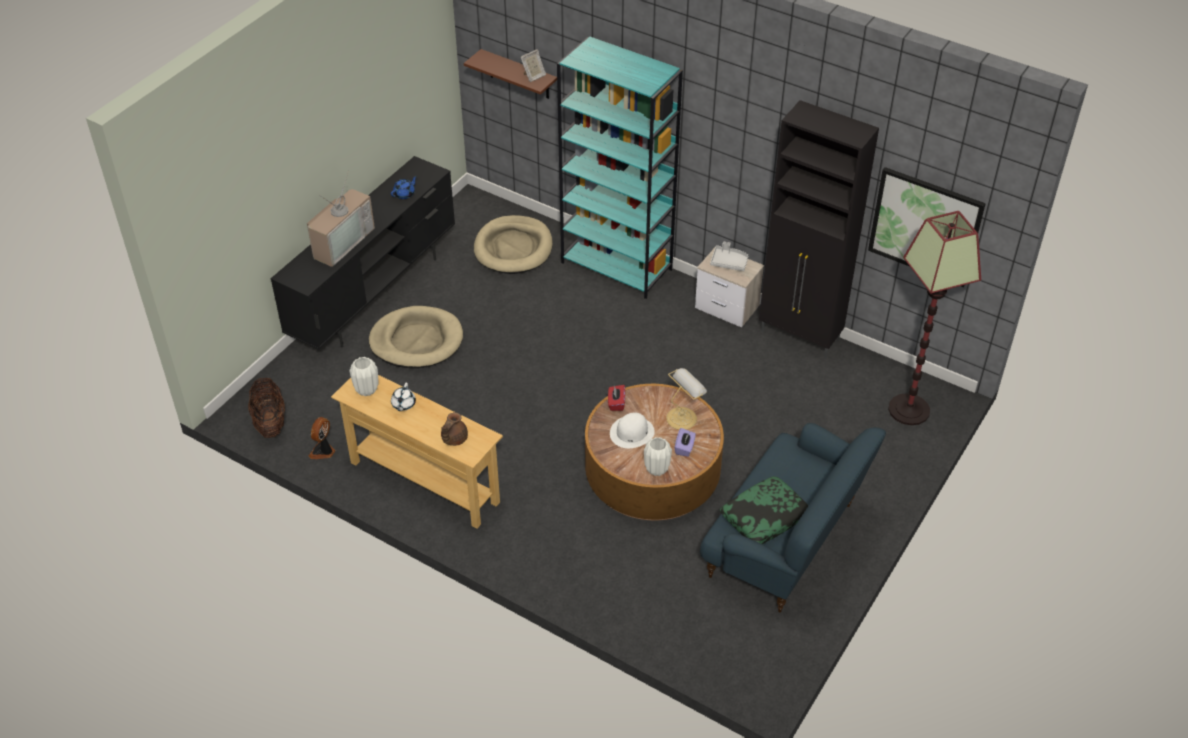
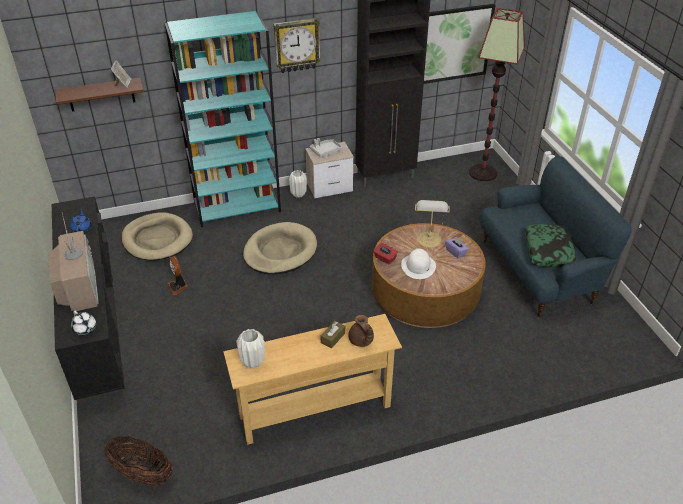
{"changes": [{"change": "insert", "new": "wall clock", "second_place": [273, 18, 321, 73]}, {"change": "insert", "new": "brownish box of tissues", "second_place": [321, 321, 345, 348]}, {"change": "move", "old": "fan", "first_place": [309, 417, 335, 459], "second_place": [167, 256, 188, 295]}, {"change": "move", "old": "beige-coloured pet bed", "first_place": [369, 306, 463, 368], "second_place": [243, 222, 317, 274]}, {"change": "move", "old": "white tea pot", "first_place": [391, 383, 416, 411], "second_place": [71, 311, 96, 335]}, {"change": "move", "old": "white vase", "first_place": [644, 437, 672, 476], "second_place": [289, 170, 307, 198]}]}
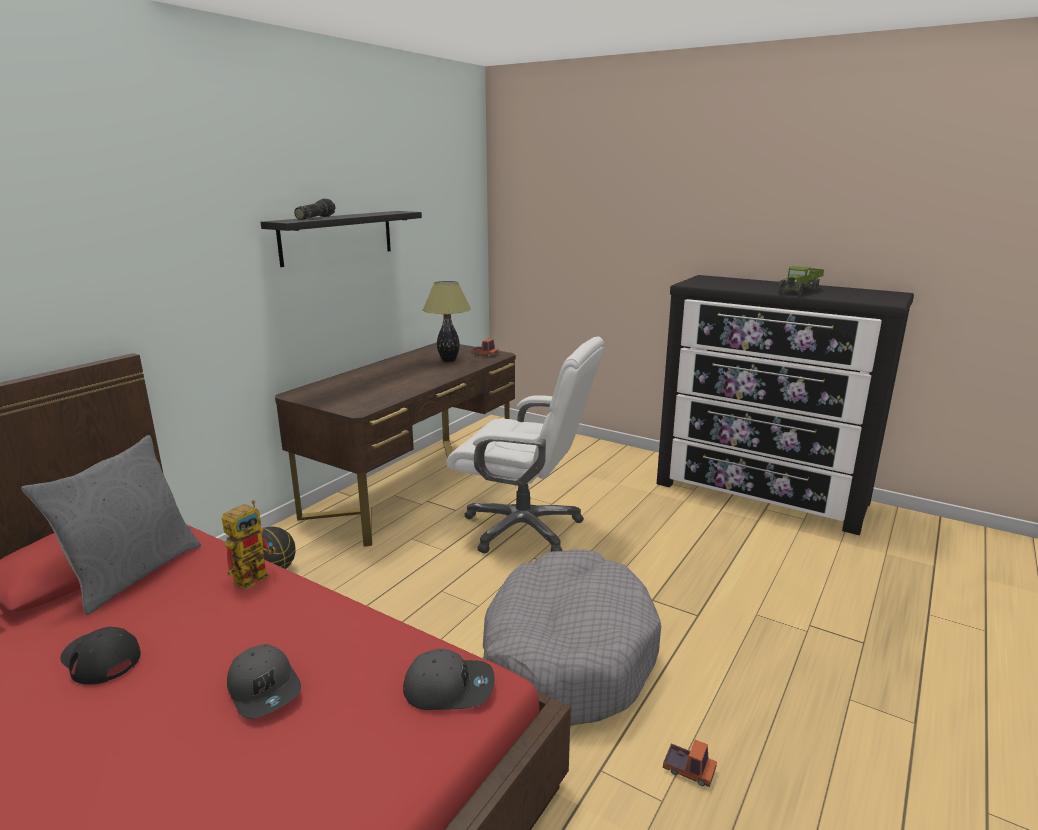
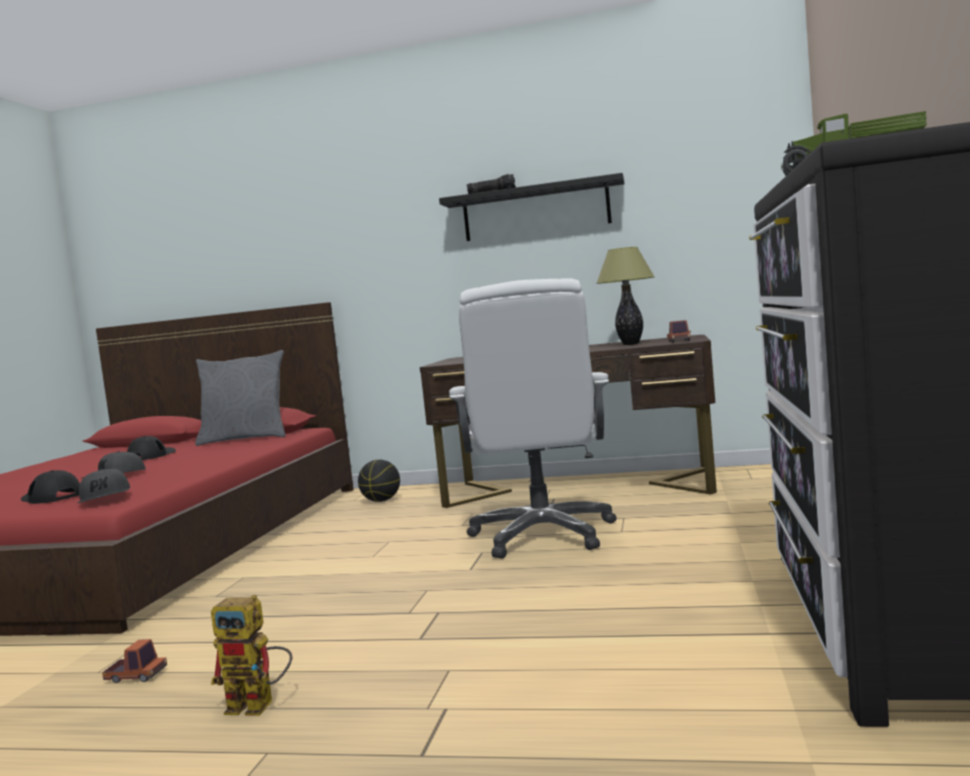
{"changes": [{"change": "delete", "old": "greyish pet bed", "first_place": [483, 549, 661, 726]}, {"change": "insert", "new": "blackish peaked cap", "second_place": [21, 470, 80, 504]}, {"change": "move", "old": "toy robot", "first_place": [222, 500, 276, 590], "second_place": [211, 595, 292, 716]}, {"change": "rotate", "old": "toy truck", "first_place": [663, 740, 717, 787], "second_place": [102, 639, 167, 683], "degrees": -90}]}
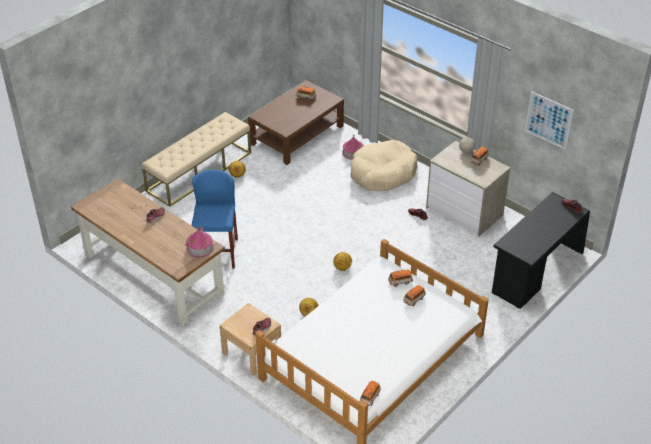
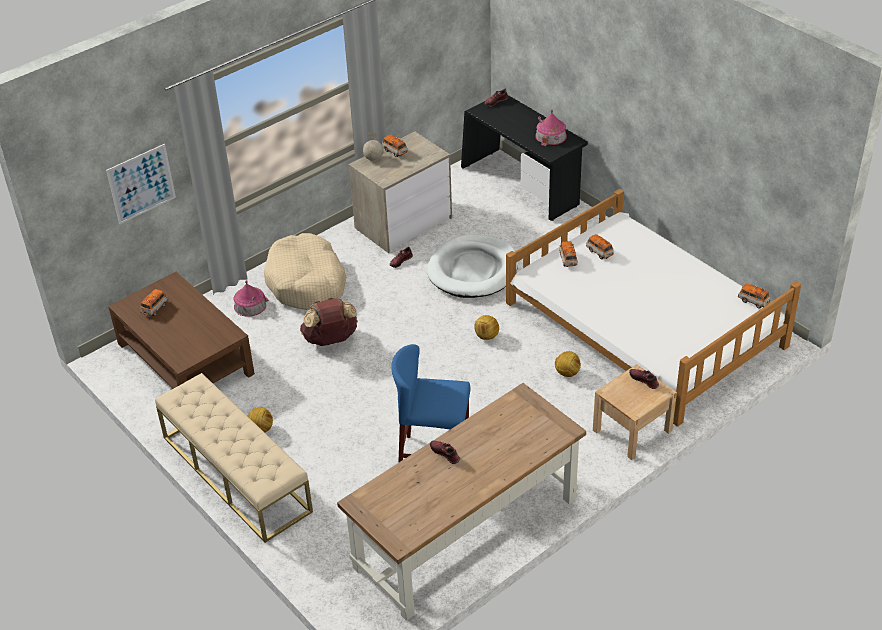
{"changes": [{"change": "insert", "new": "brownish backpack", "second_place": [300, 298, 358, 346]}, {"change": "insert", "new": "white pet bed", "second_place": [427, 234, 518, 298]}, {"change": "move", "old": "miniature house", "first_place": [185, 227, 214, 257], "second_place": [535, 110, 567, 146]}, {"change": "move", "old": "wall picture", "first_place": [525, 91, 574, 150], "second_place": [106, 144, 176, 224]}]}
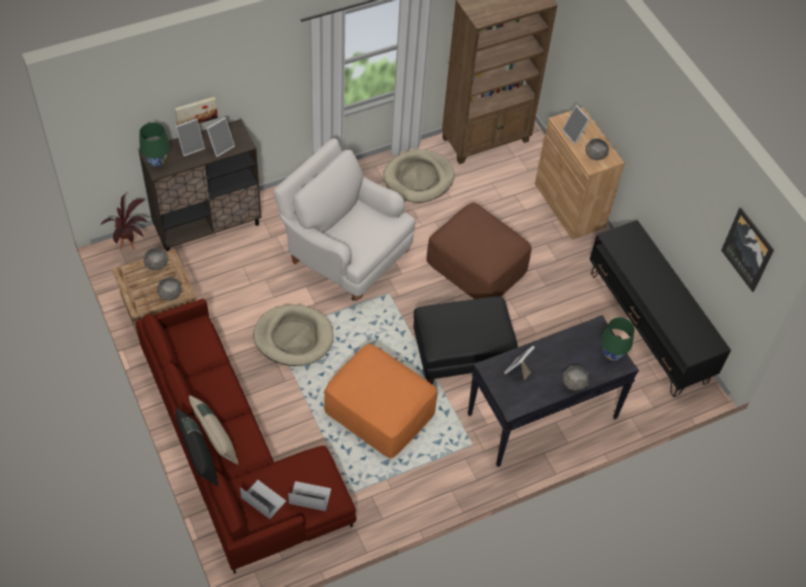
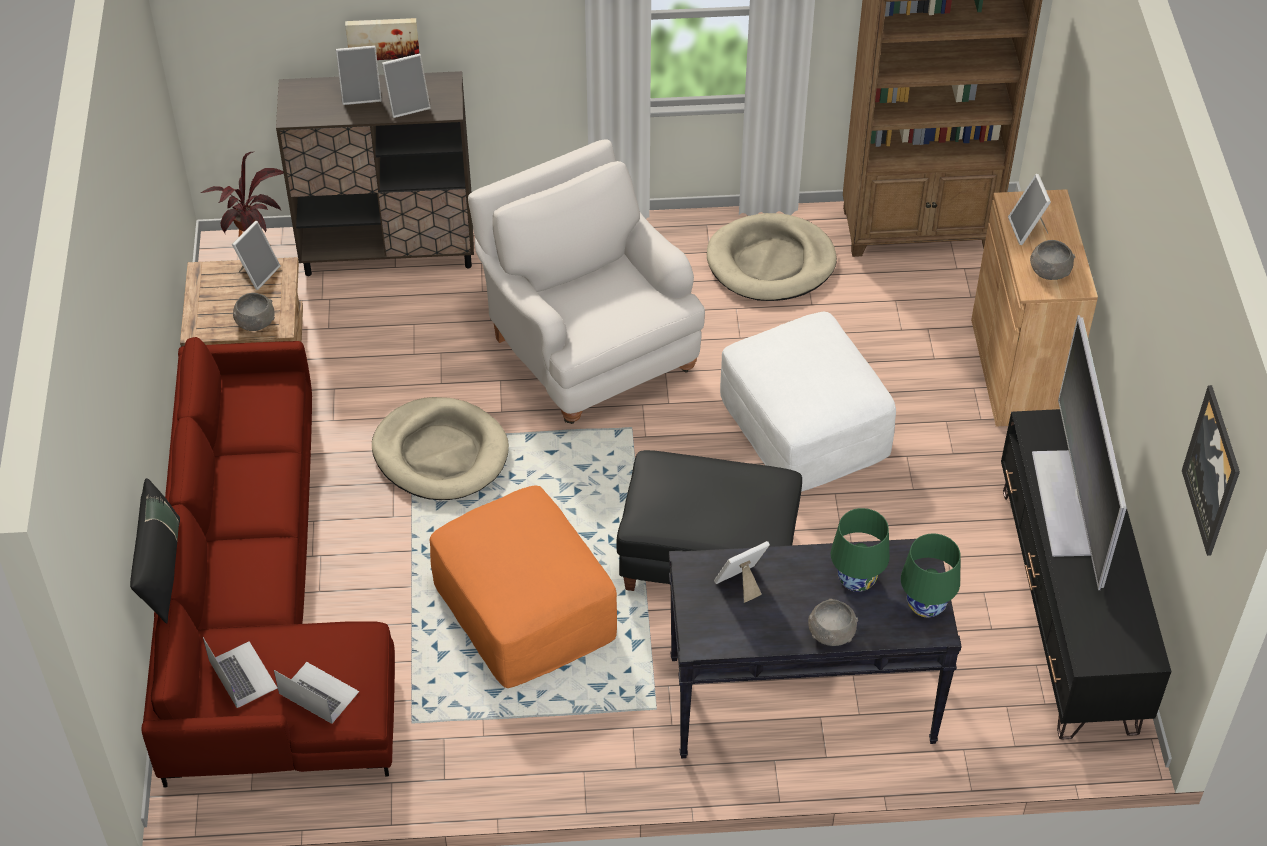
{"changes": [{"change": "delete", "old": "beige-coloured pillow", "first_place": [189, 395, 238, 465]}, {"change": "insert", "new": "TV set", "second_place": [1032, 315, 1126, 590]}, {"change": "move", "old": "green lamp for a table", "first_place": [139, 122, 170, 167], "second_place": [831, 508, 890, 592]}, {"change": "replace", "old": "greyish serving bowl", "new": "picture frame", "first_place": [143, 247, 168, 270], "second_place": [232, 221, 281, 290]}, {"change": "recolor", "old": "brownish pouffe", "new": "white pouffe", "first_place": [426, 203, 532, 299], "second_place": [720, 312, 896, 492]}]}
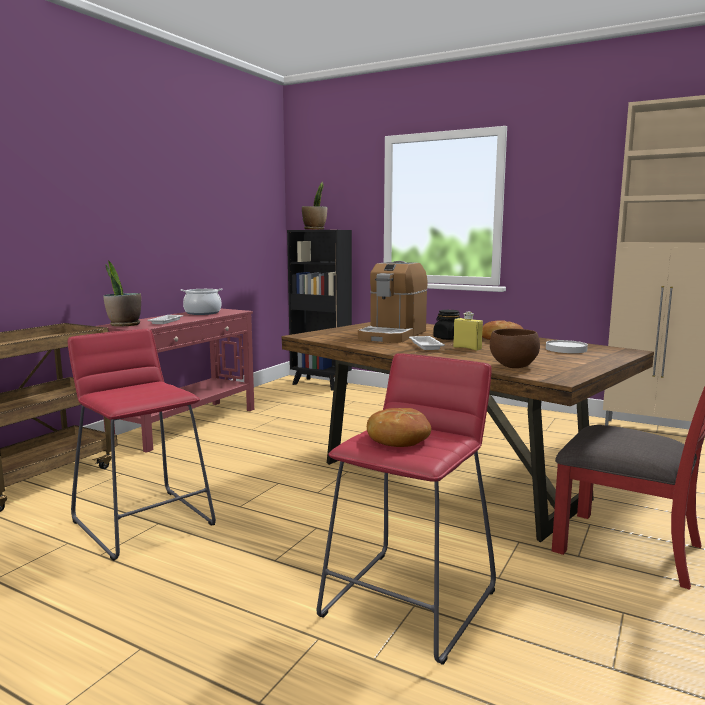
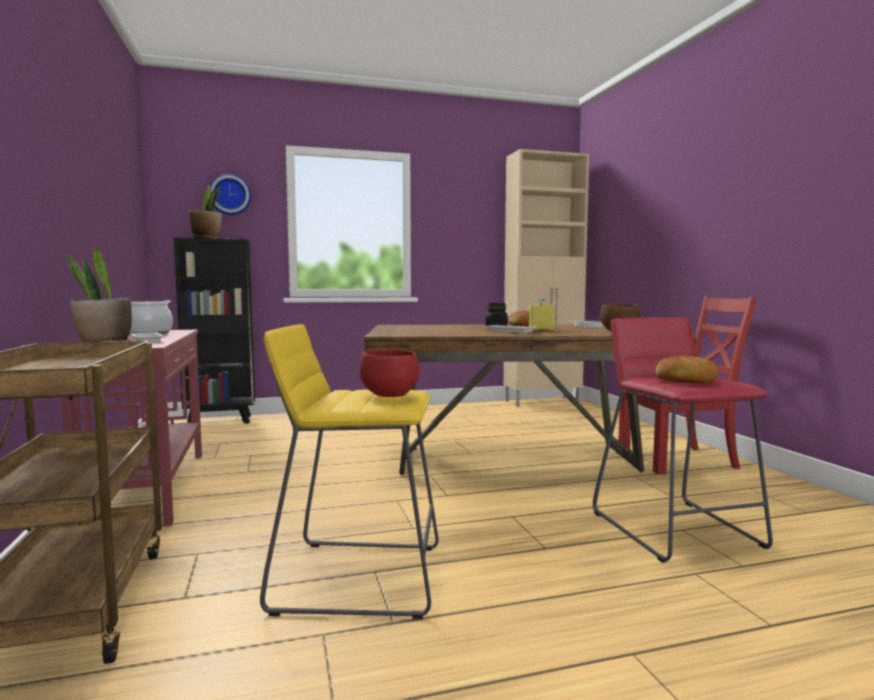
{"changes": [{"change": "delete", "old": "coffee maker", "first_place": [358, 261, 428, 343]}, {"change": "insert", "new": "wall clock", "second_place": [210, 174, 251, 215]}, {"change": "insert", "new": "reddish serving bowl", "second_place": [359, 349, 420, 397]}, {"change": "recolor", "old": "reddish stool", "new": "yellow-coloured stool", "first_place": [68, 329, 216, 561], "second_place": [260, 324, 439, 619]}]}
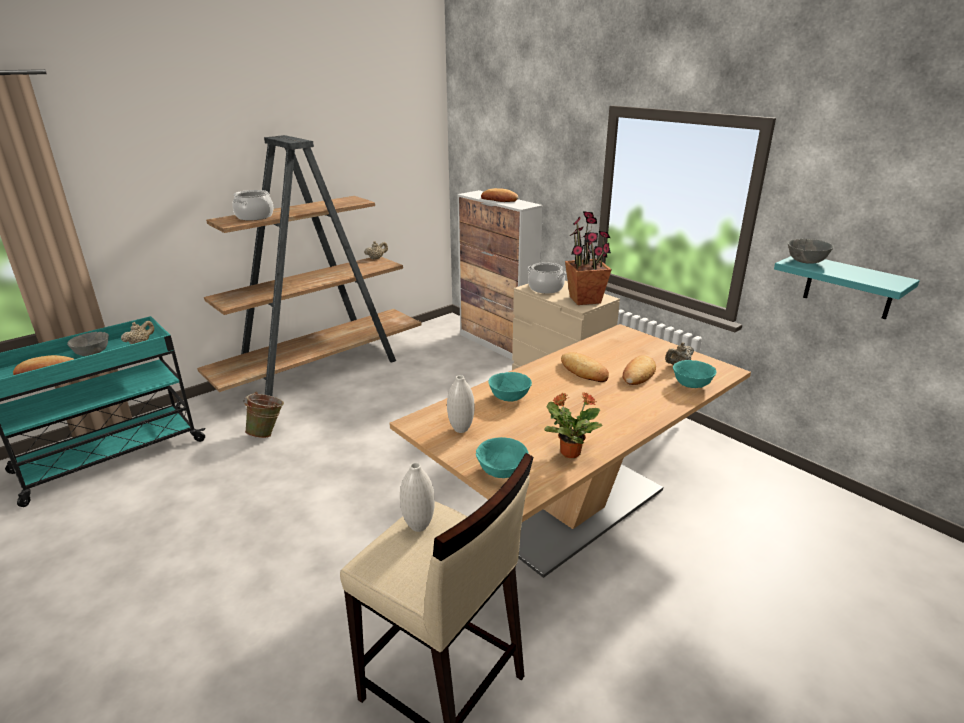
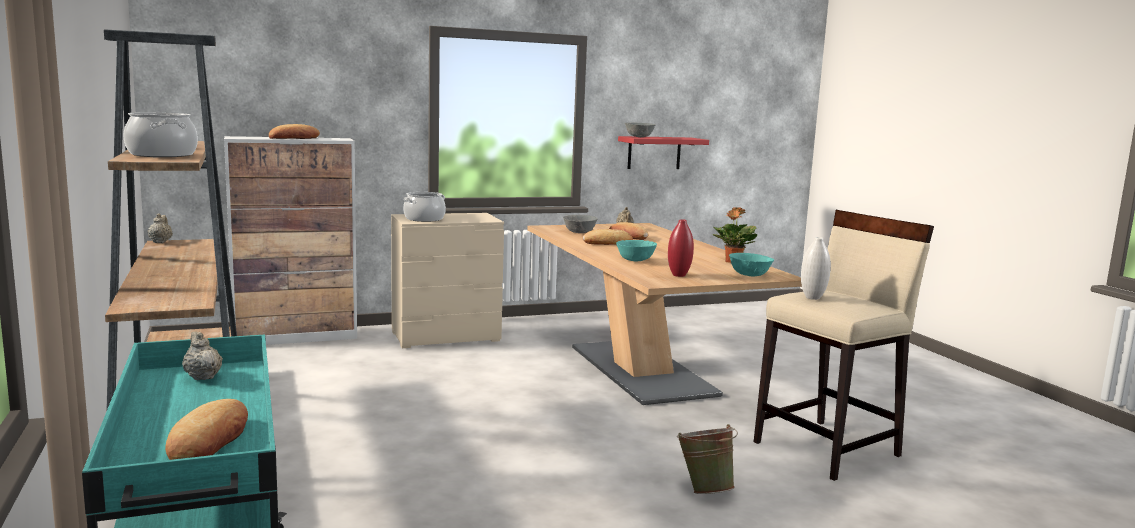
{"changes": [{"change": "delete", "old": "houseplant", "first_place": [565, 211, 612, 305]}, {"change": "delete", "old": "turquoise serving bowl", "first_place": [673, 360, 717, 388]}, {"change": "move", "old": "greyish serving bowl", "first_place": [67, 332, 109, 356], "second_place": [563, 215, 598, 233]}, {"change": "move", "old": "green bucket", "first_place": [244, 392, 284, 438], "second_place": [677, 424, 738, 494]}, {"change": "recolor", "old": "white vase", "new": "reddish vase", "first_place": [447, 375, 474, 433], "second_place": [668, 219, 694, 277]}, {"change": "recolor", "old": "turquoise bracket shelf", "new": "reddish bracket shelf", "first_place": [774, 256, 920, 320], "second_place": [618, 136, 709, 169]}]}
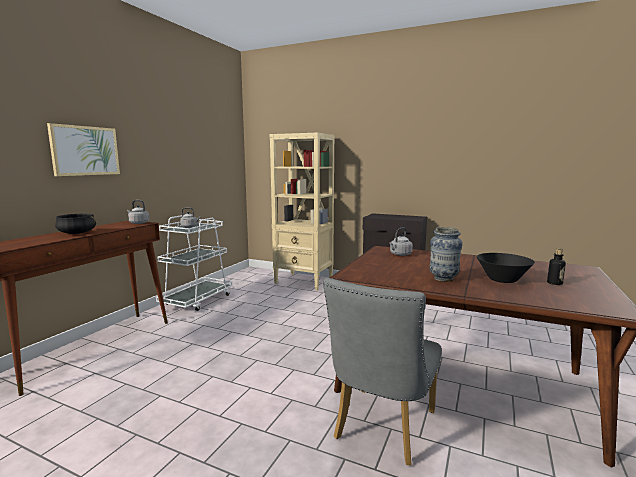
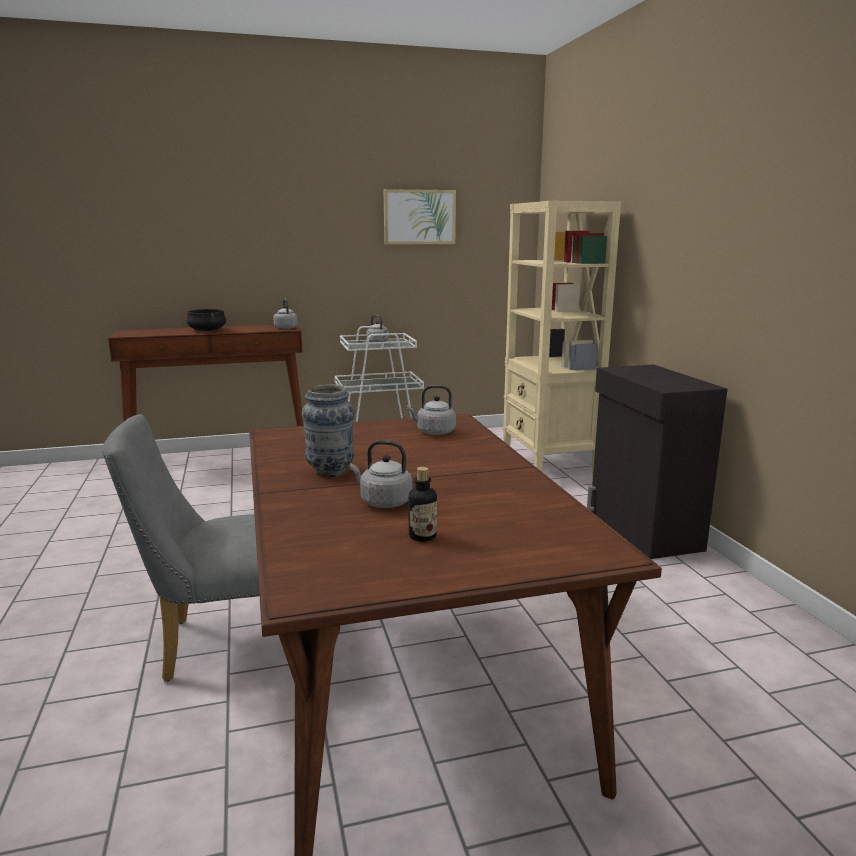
{"changes": [{"change": "move", "old": "wall picture", "first_place": [47, 123, 120, 176], "second_place": [383, 189, 456, 245]}, {"change": "replace", "old": "blackish serving bowl", "new": "greyish water kettle", "first_place": [477, 253, 535, 283], "second_place": [350, 440, 412, 508]}]}
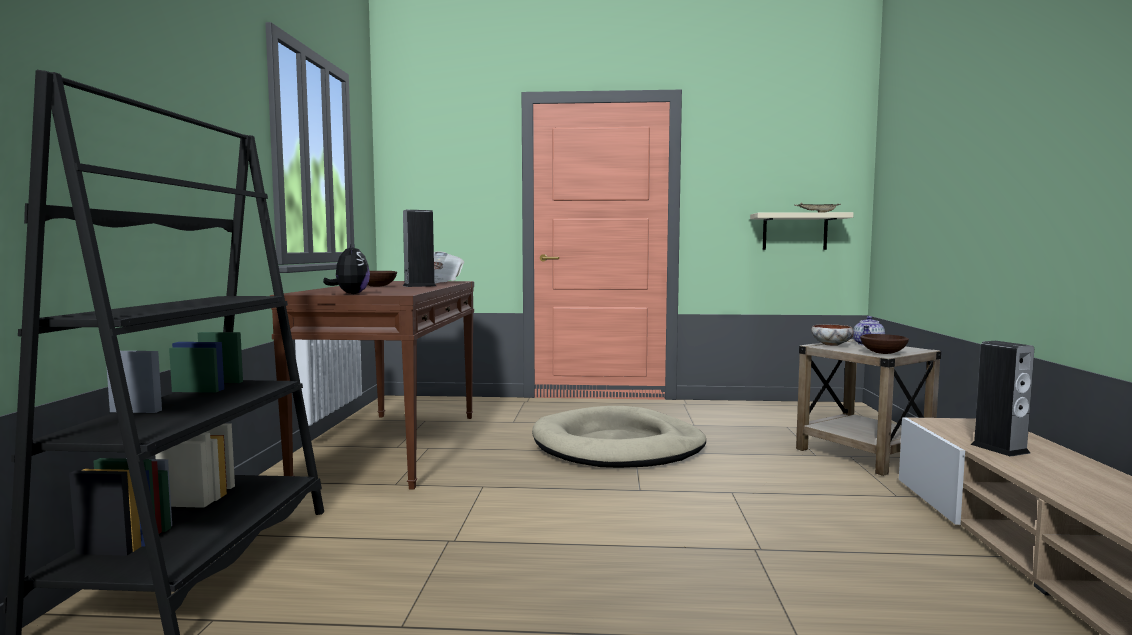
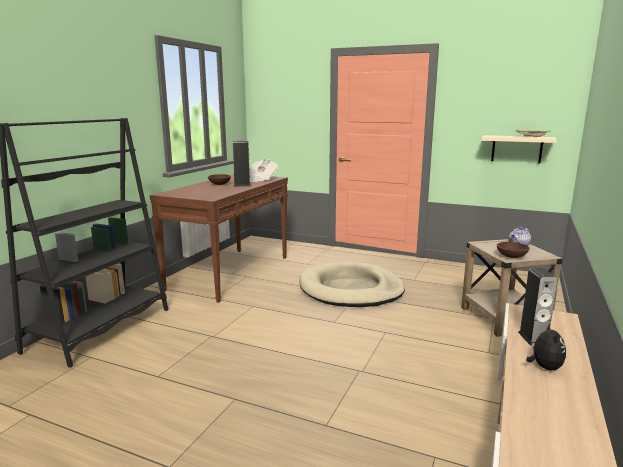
{"changes": [{"change": "delete", "old": "serving bowl", "first_place": [811, 325, 854, 346]}, {"change": "move", "old": "plush toy", "first_place": [323, 244, 370, 294], "second_place": [526, 323, 566, 370]}]}
